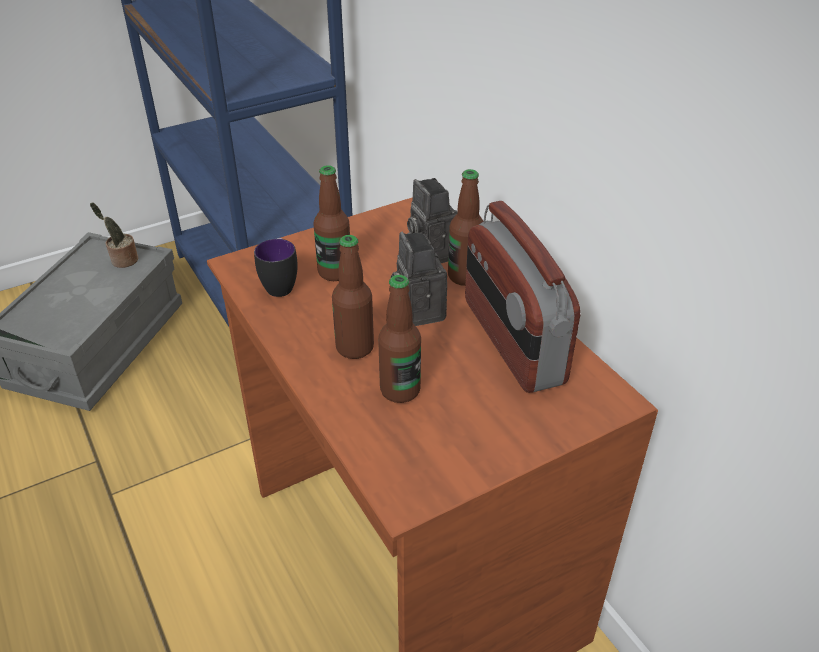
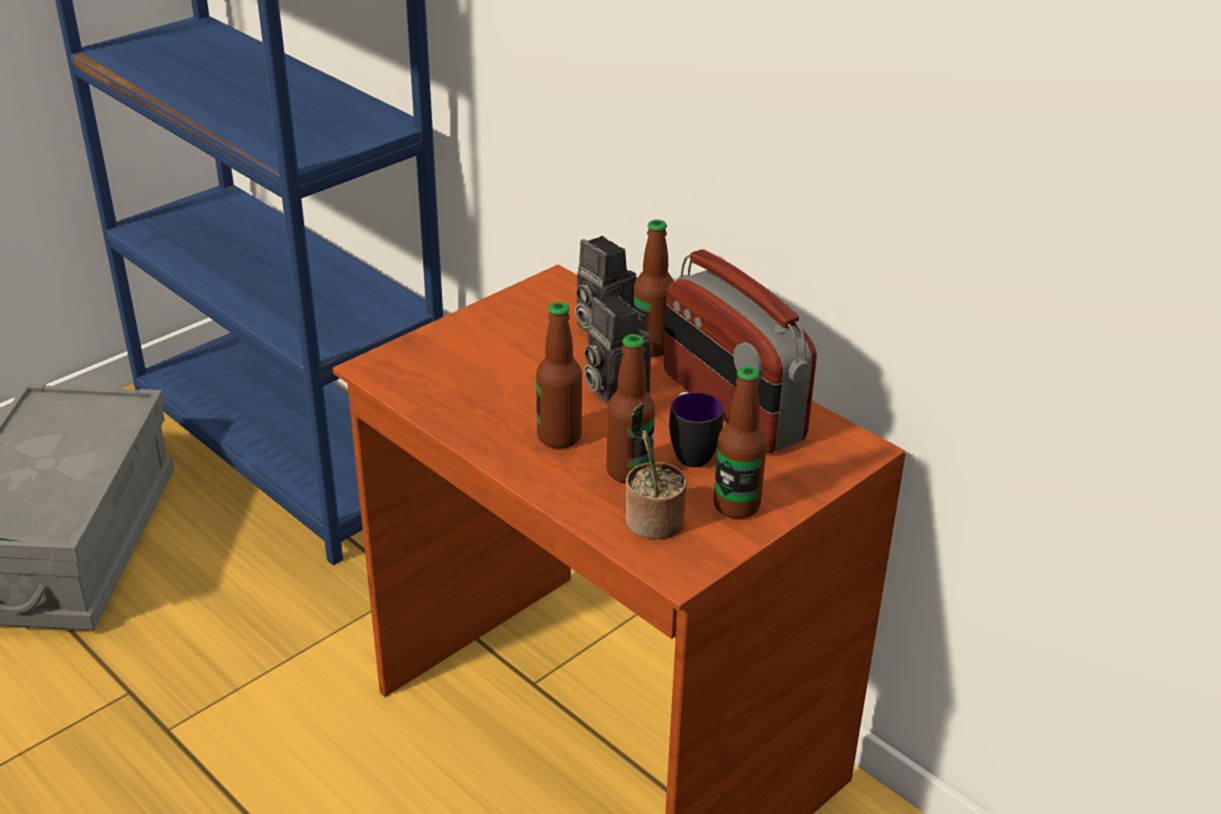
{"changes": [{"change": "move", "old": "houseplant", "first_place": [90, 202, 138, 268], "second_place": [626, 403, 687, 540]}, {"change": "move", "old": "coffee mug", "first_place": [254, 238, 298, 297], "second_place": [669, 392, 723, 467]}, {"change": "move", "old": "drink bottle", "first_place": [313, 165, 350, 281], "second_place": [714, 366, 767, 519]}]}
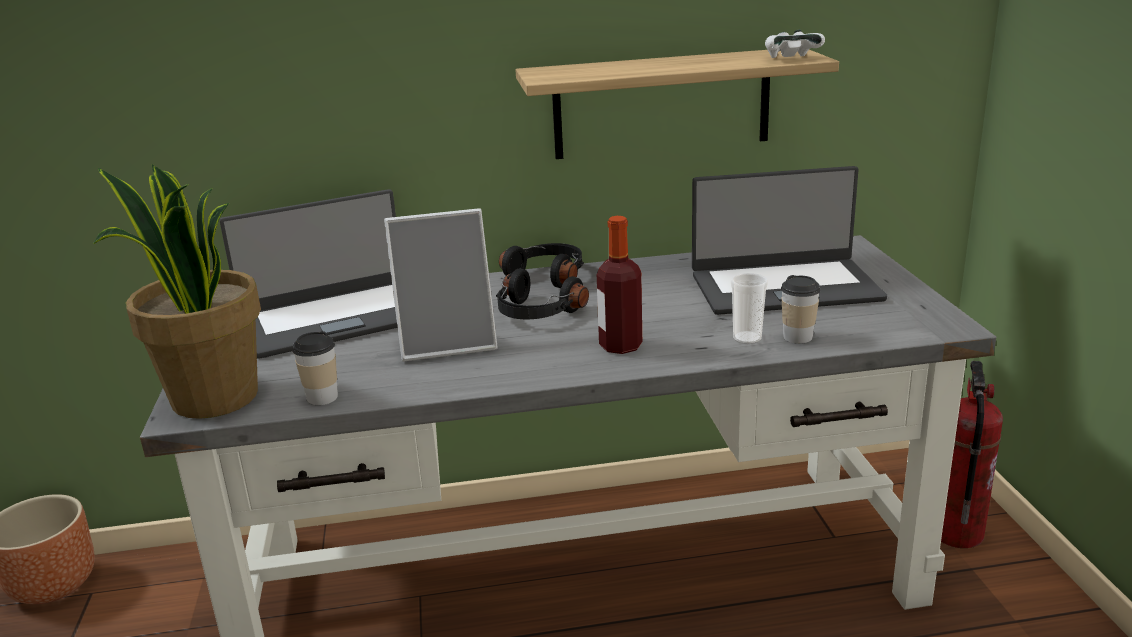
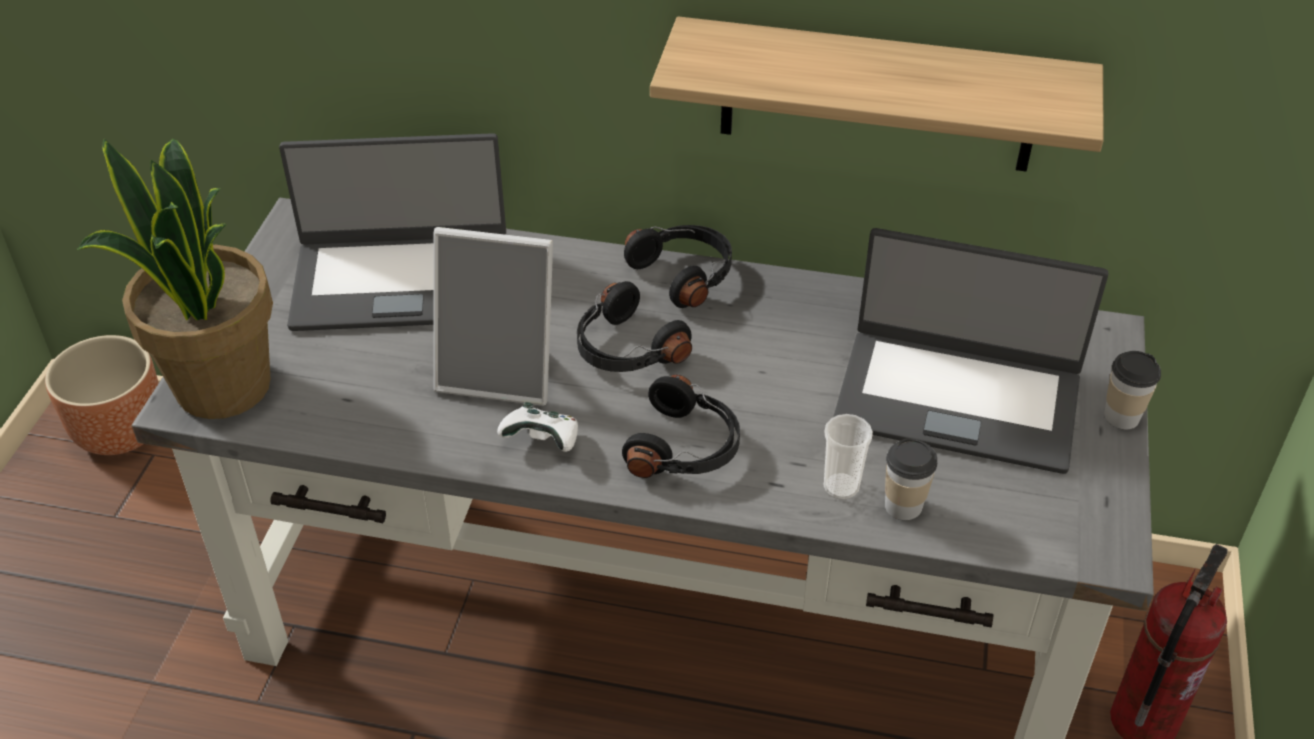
{"changes": [{"change": "move", "old": "drinking cup", "first_place": [292, 331, 338, 405], "second_place": [1104, 351, 1161, 429]}, {"change": "move", "old": "white joypad", "first_place": [765, 30, 825, 58], "second_place": [497, 402, 578, 452]}, {"change": "replace", "old": "drink bottle", "new": "blackish pair of headphones", "first_place": [597, 216, 642, 354], "second_place": [622, 375, 740, 478]}]}
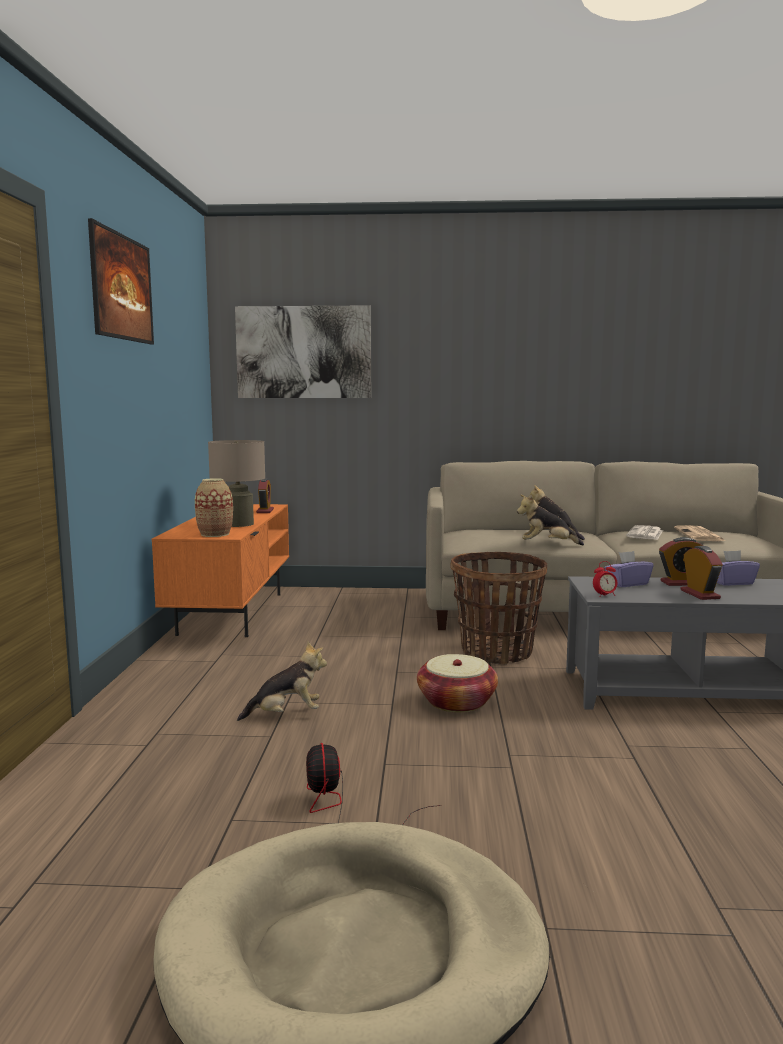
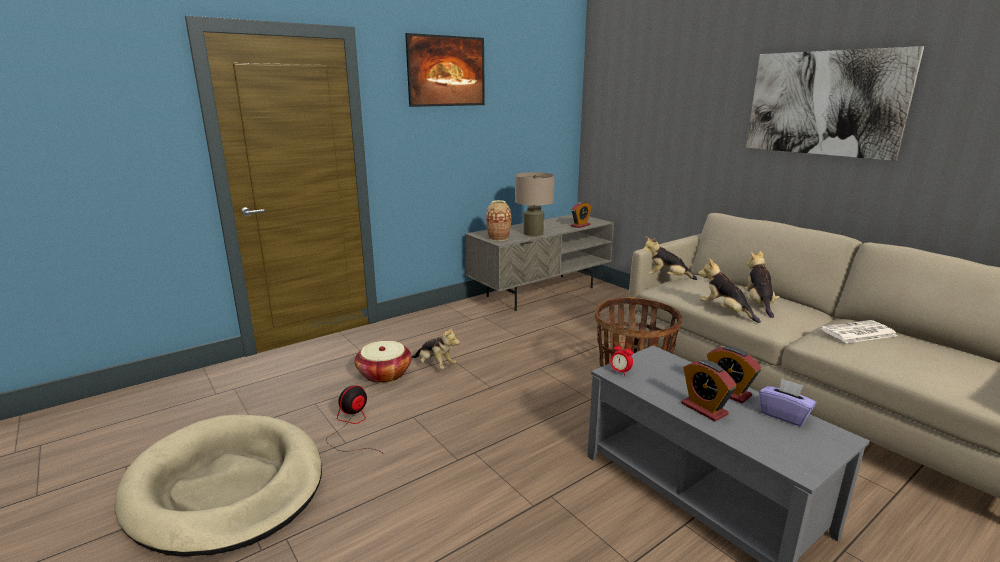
{"changes": [{"change": "delete", "old": "purple-coloured box of tissues", "first_place": [604, 551, 654, 587]}, {"change": "delete", "old": "daily paper", "first_place": [674, 525, 725, 541]}, {"change": "insert", "new": "plush toy", "second_place": [642, 236, 697, 280]}, {"change": "move", "old": "wall picture", "first_place": [235, 305, 371, 398], "second_place": [746, 46, 924, 161]}, {"change": "move", "old": "household basket", "first_place": [417, 654, 498, 713], "second_place": [355, 341, 412, 383]}, {"change": "recolor", "old": "orangey tv stand", "new": "greyish tv stand", "first_place": [152, 504, 289, 637], "second_place": [465, 214, 614, 311]}, {"change": "rotate", "old": "alarm clock", "first_place": [680, 546, 723, 600], "second_place": [681, 360, 736, 421], "degrees": 105}]}
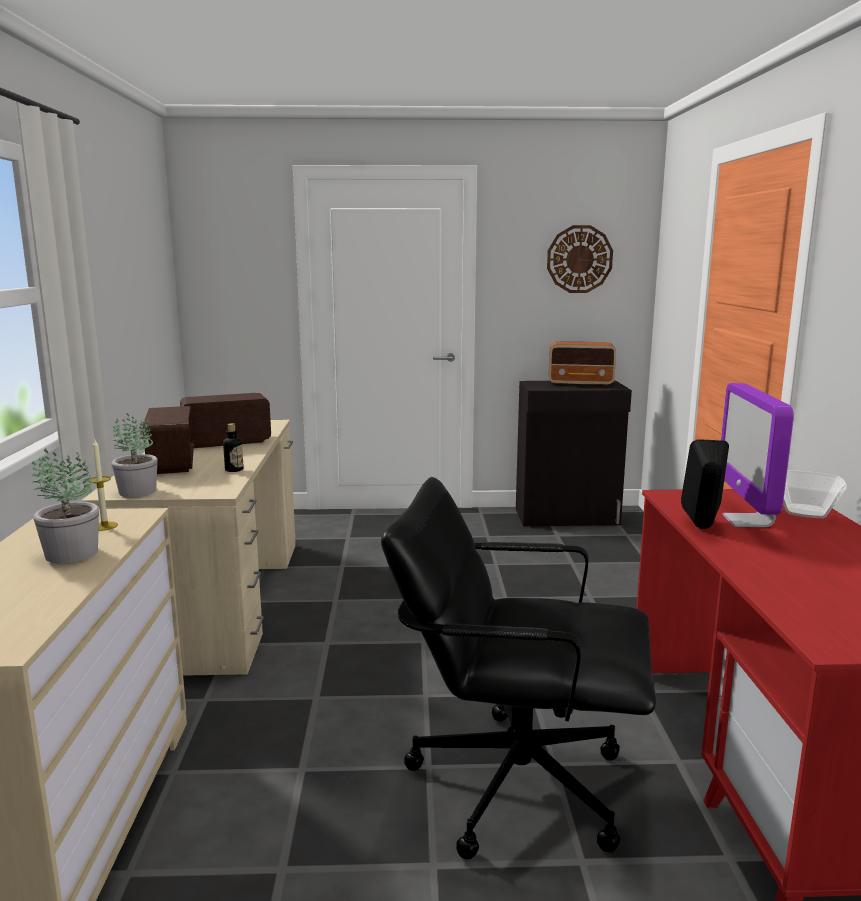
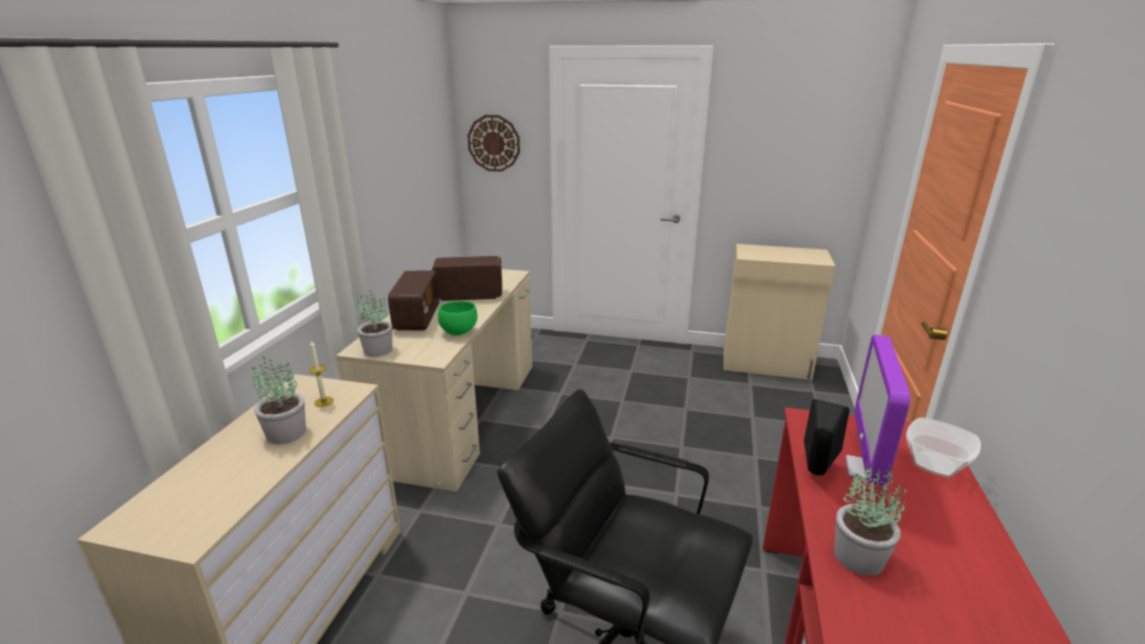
{"changes": [{"change": "delete", "old": "radio set", "first_place": [549, 342, 616, 386]}, {"change": "insert", "new": "houseplant", "second_place": [834, 464, 906, 576]}, {"change": "move", "old": "wall clock", "first_place": [547, 225, 613, 293], "second_place": [467, 115, 520, 172]}, {"change": "replace", "old": "drink bottle", "new": "green serving bowl", "first_place": [223, 423, 244, 472], "second_place": [438, 301, 477, 335]}, {"change": "recolor", "old": "blackish storage cabinet", "new": "beige-coloured storage cabinet", "first_place": [516, 380, 632, 526], "second_place": [723, 244, 836, 380]}]}
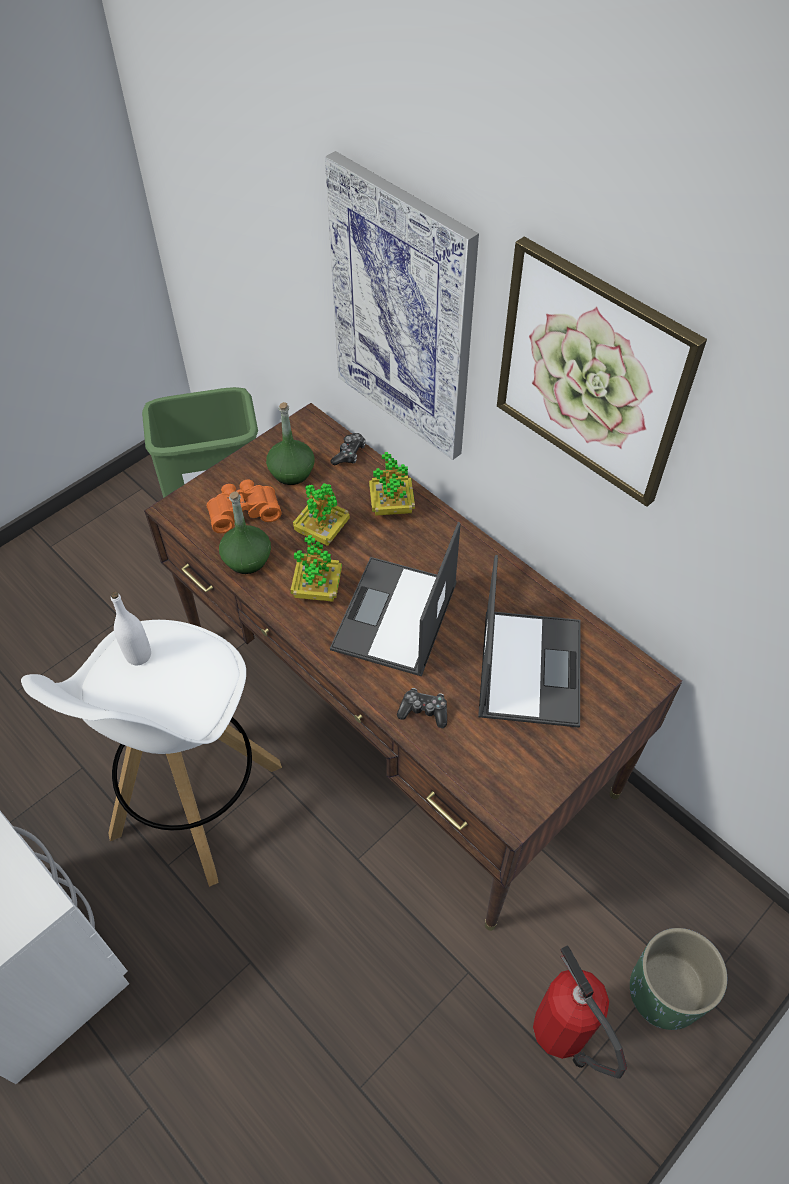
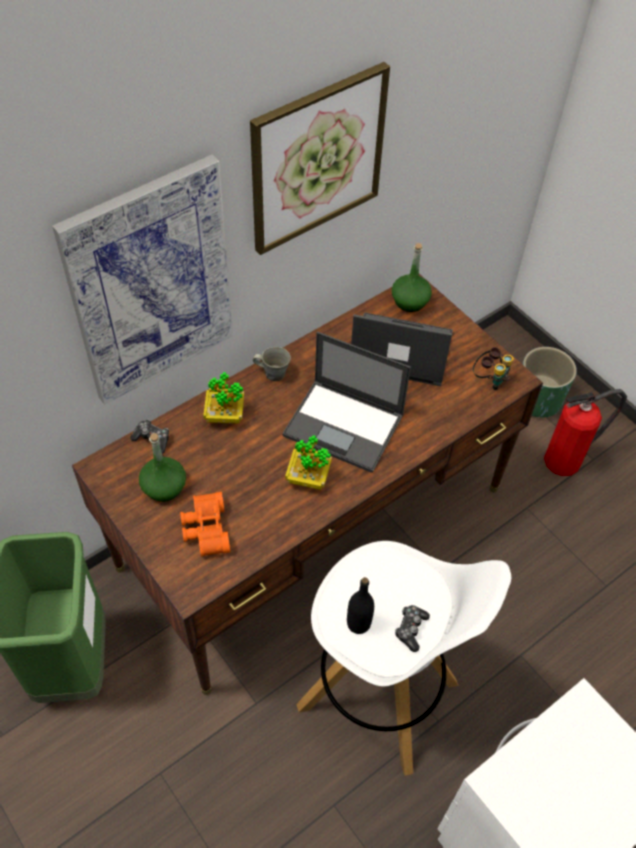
{"changes": [{"change": "delete", "old": "houseplant", "first_place": [293, 483, 350, 546]}, {"change": "insert", "new": "greyish coffee mug", "second_place": [253, 347, 291, 381]}, {"change": "insert", "new": "field glasses", "second_place": [473, 347, 514, 390]}, {"change": "move", "old": "green drink bottle", "first_place": [219, 491, 271, 574], "second_place": [392, 243, 432, 312]}, {"change": "move", "old": "joypad", "first_place": [397, 688, 447, 728], "second_place": [395, 605, 430, 652]}, {"change": "recolor", "old": "white drink bottle", "new": "blackish drink bottle", "first_place": [111, 592, 151, 665], "second_place": [347, 577, 374, 634]}]}
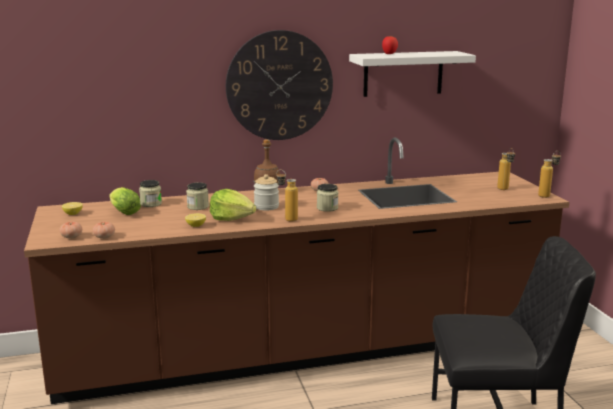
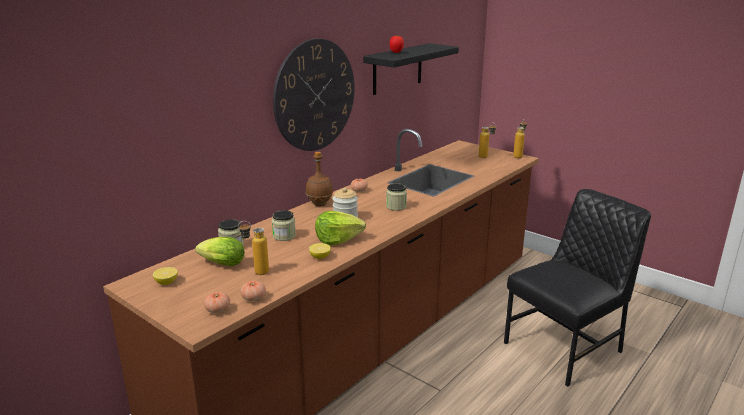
{"changes": [{"change": "move", "old": "drink bottle", "first_place": [277, 170, 298, 222], "second_place": [238, 221, 269, 275]}, {"change": "recolor", "old": "white bracket shelf", "new": "blackish bracket shelf", "first_place": [349, 51, 476, 97], "second_place": [363, 43, 459, 95]}]}
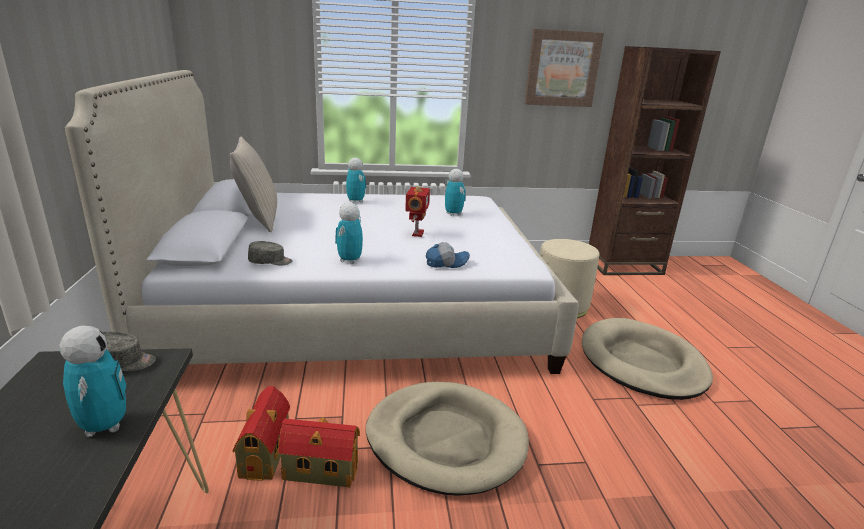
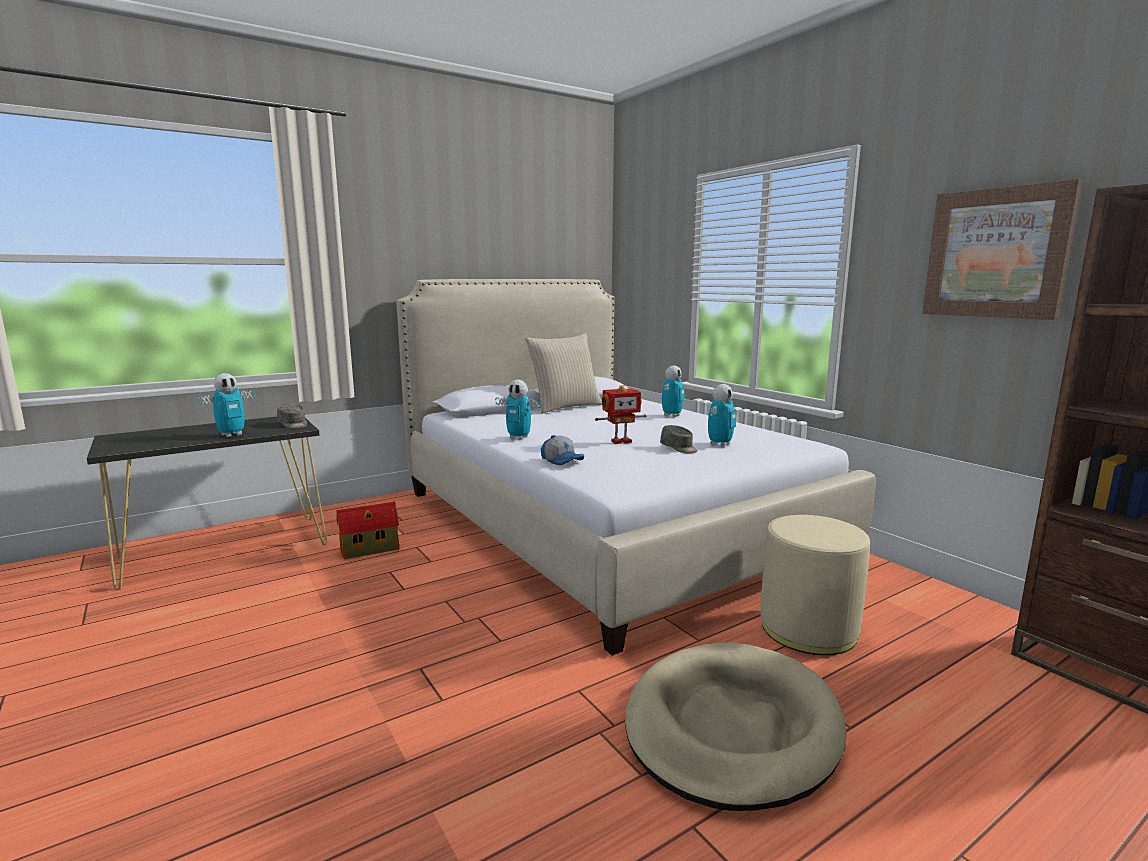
{"changes": [{"change": "delete", "old": "miniature house", "first_place": [278, 418, 360, 487]}, {"change": "delete", "old": "beige-coloured pet bed", "first_place": [366, 382, 529, 496]}, {"change": "move", "old": "greyish peaked cap", "first_place": [248, 241, 292, 266], "second_place": [660, 425, 697, 454]}, {"change": "rotate", "old": "toy robot", "first_place": [335, 203, 363, 264], "second_place": [495, 380, 542, 440], "degrees": -150}]}
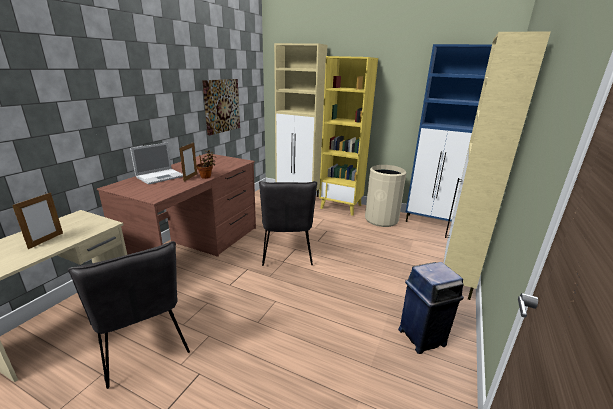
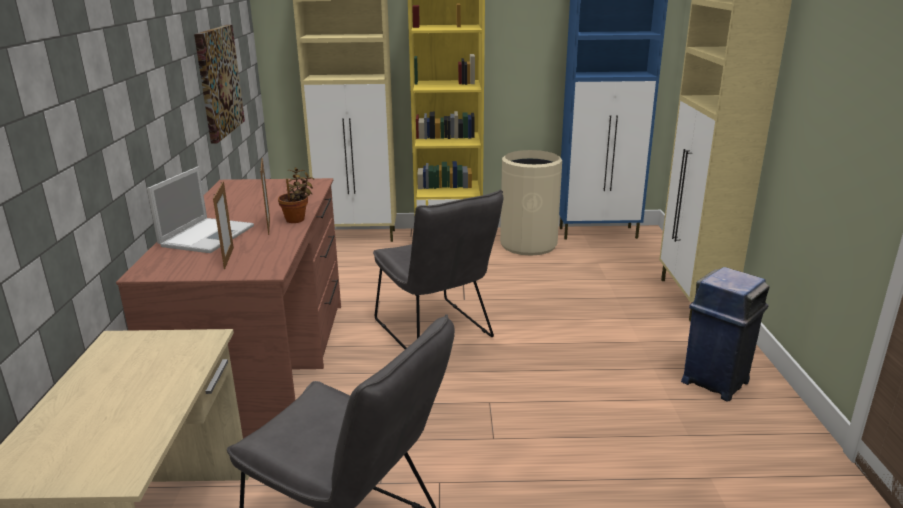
{"changes": [{"change": "move", "old": "picture frame", "first_place": [12, 192, 63, 249], "second_place": [213, 181, 234, 269]}]}
